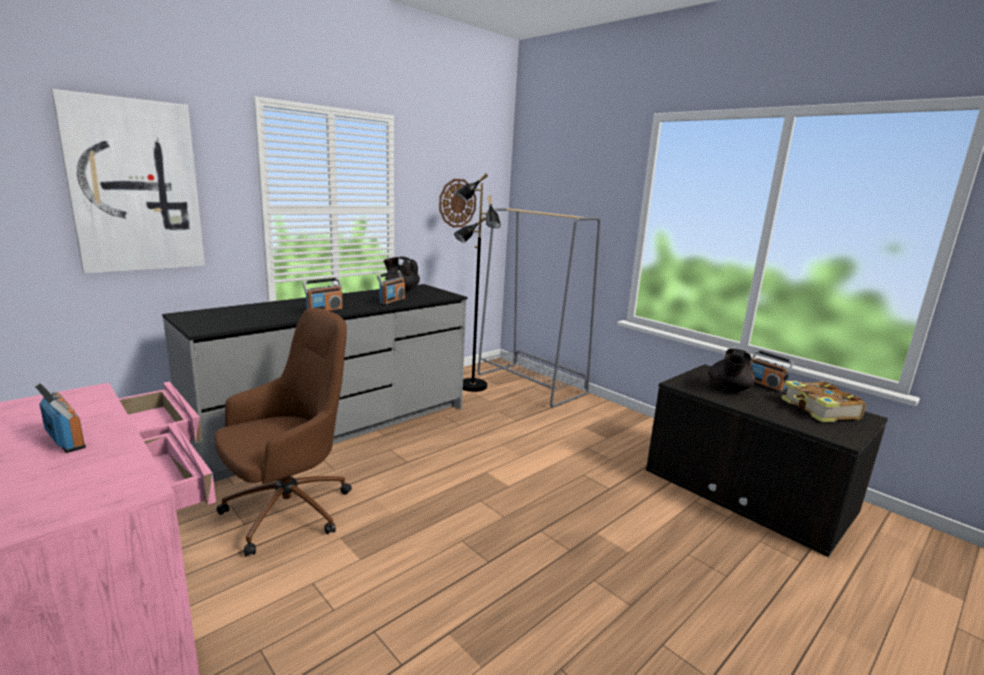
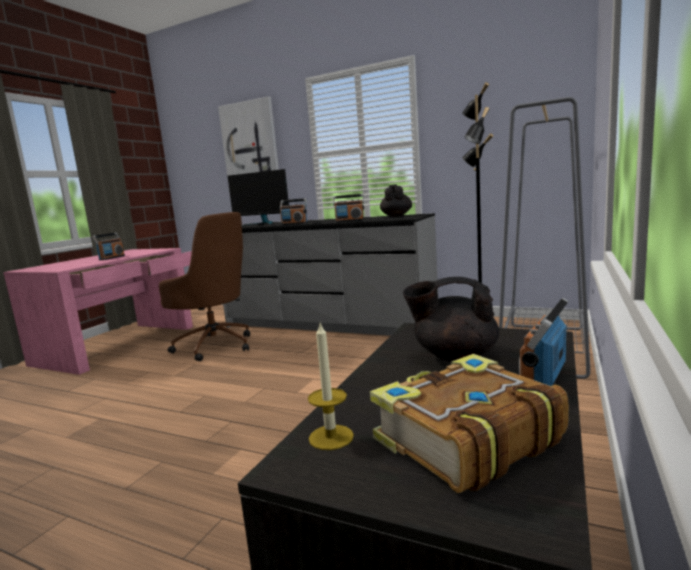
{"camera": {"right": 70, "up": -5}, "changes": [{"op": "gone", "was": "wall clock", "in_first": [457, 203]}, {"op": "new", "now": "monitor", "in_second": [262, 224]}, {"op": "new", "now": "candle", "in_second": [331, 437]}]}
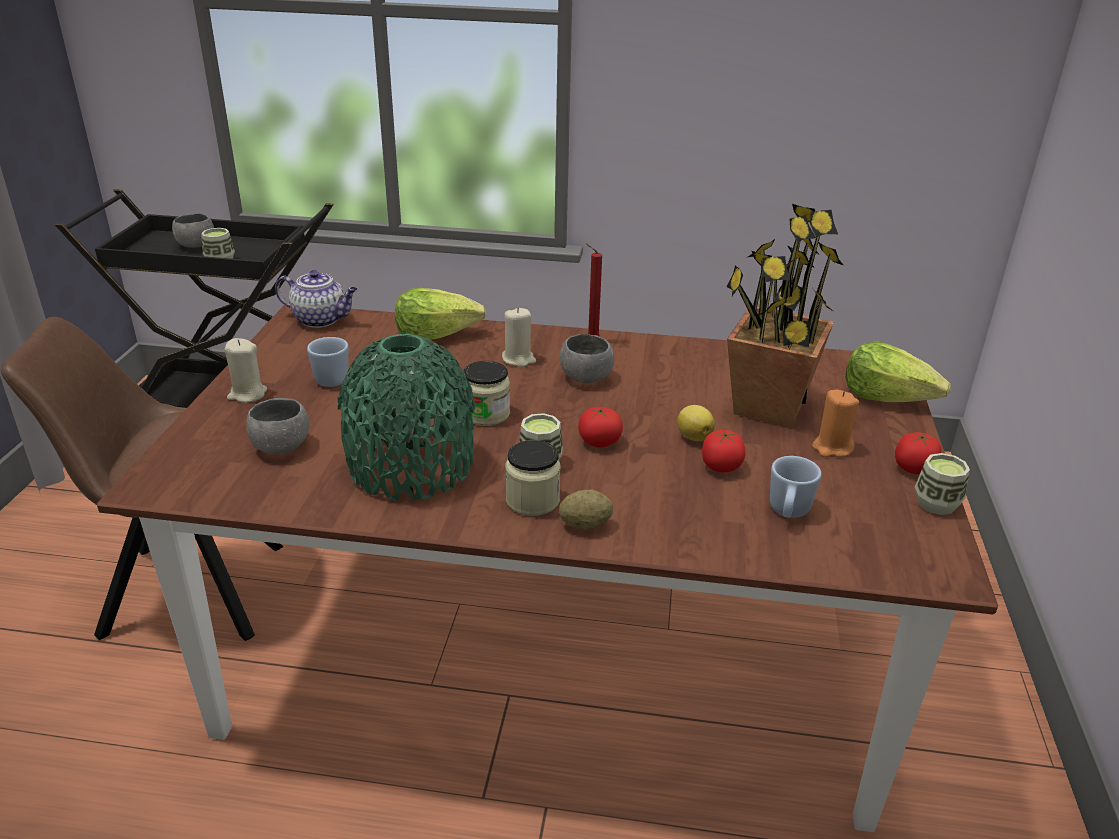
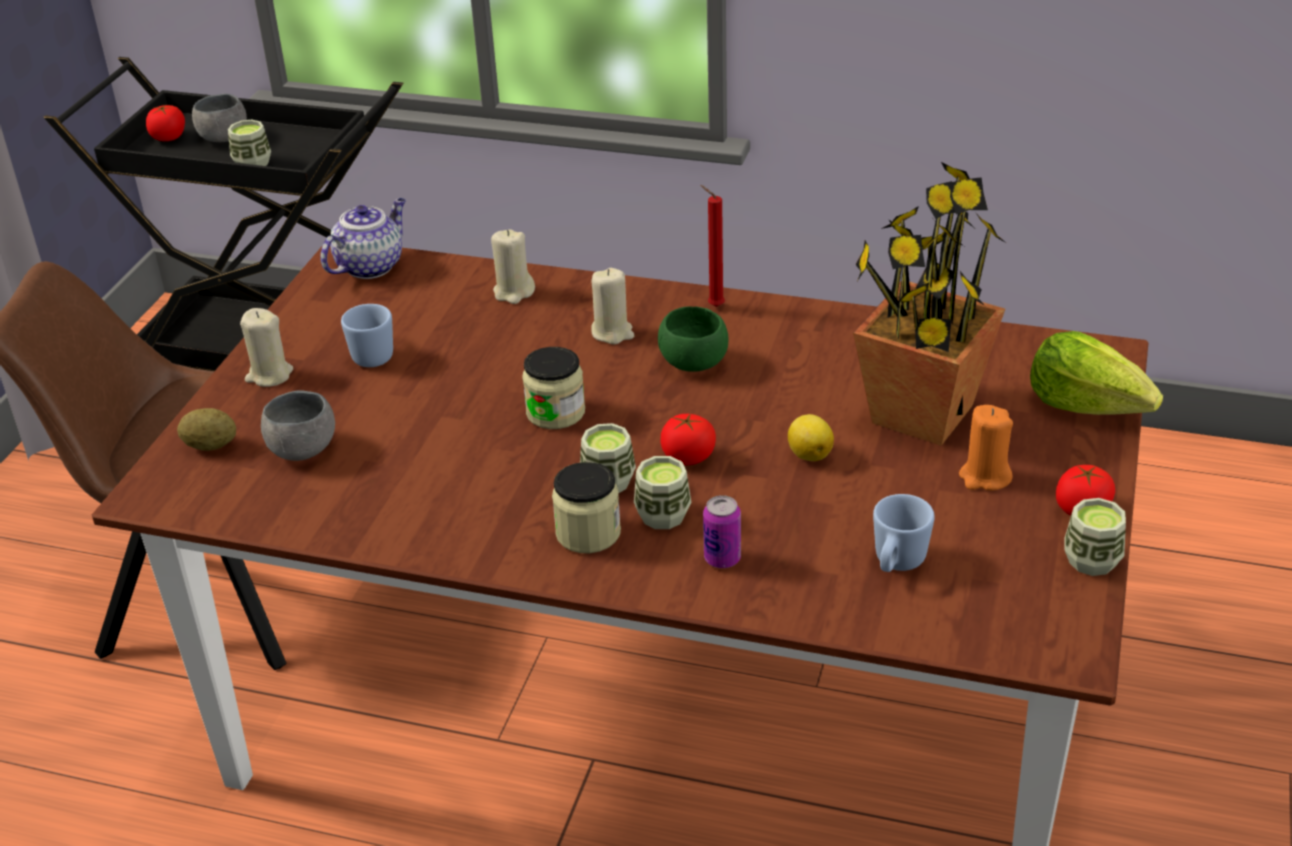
{"camera": {"right": 10, "up": 5}, "changes": [{"op": "rotated", "was": "teapot", "in_first": [321, 319], "in_second": [370, 265], "clockwise": -75}, {"op": "swapped", "was": "lettuce", "now": "candle in beige", "in_first": [436, 334], "in_second": [514, 292]}, {"op": "gone", "was": "vase in green", "in_first": [411, 465]}, {"op": "repainted", "was": "bowl in grey", "now": "bowl in green", "in_first": [586, 378], "in_second": [693, 363]}, {"op": "shifted", "was": "tomato", "in_first": [721, 466], "in_second": [169, 137]}, {"op": "shifted", "was": "potato", "in_first": [585, 525], "in_second": [210, 446]}, {"op": "new", "now": "cup", "in_second": [663, 515]}, {"op": "new", "now": "can", "in_second": [722, 559]}]}
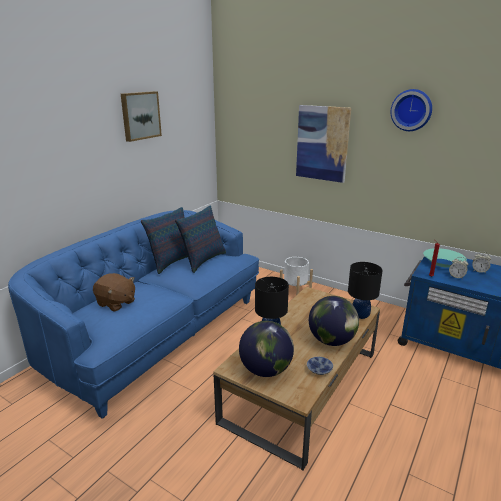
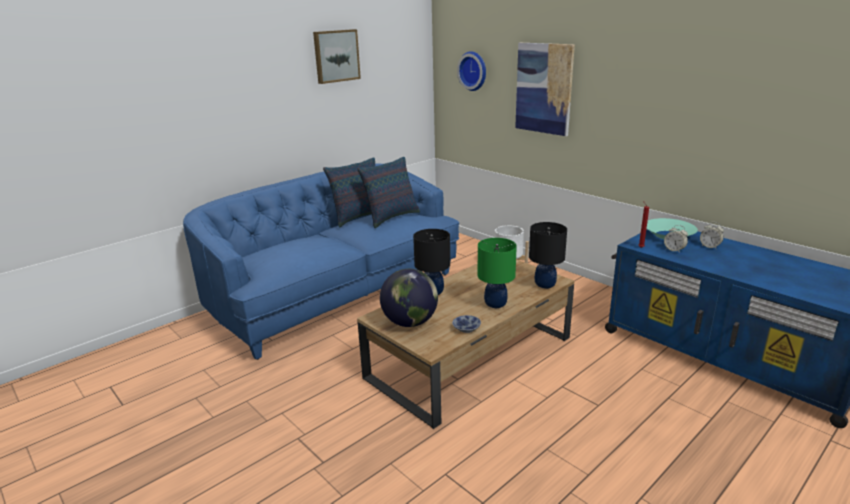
{"camera": {"right": 15, "up": 0}, "changes": [{"op": "shifted", "was": "wall clock", "in_first": [411, 110], "in_second": [474, 71]}, {"op": "gone", "was": "plush toy in brown", "in_first": [116, 303]}, {"op": "swapped", "was": "globe", "now": "table lamp in green", "in_first": [332, 341], "in_second": [496, 305]}]}
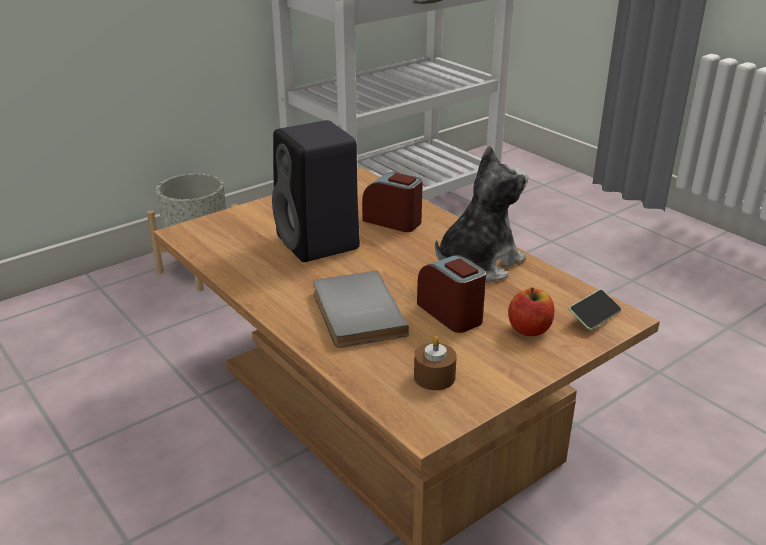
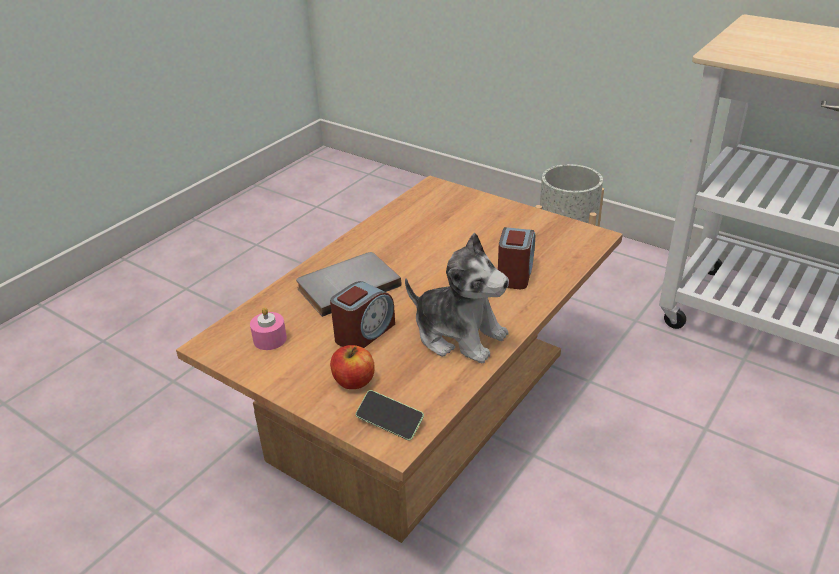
{"camera": {"right": 75, "up": 5}, "changes": [{"op": "gone", "was": "speaker in black", "in_first": [319, 243]}, {"op": "repainted", "was": "candle in brown", "now": "candle in pink", "in_first": [434, 377], "in_second": [270, 339]}]}
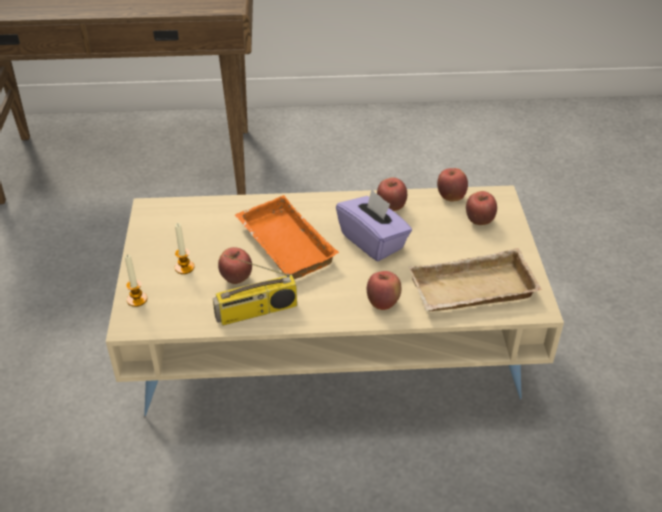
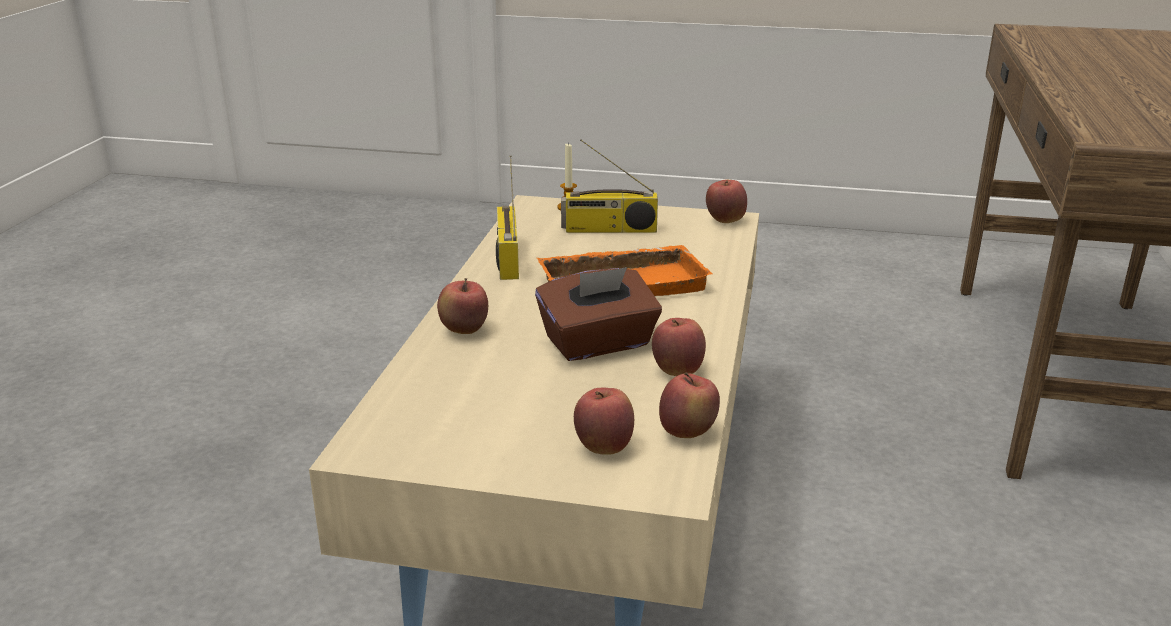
{"camera": {"right": 105, "up": -15}, "changes": [{"op": "repainted", "was": "tissue box in purple", "now": "tissue box in brown", "in_first": [373, 241], "in_second": [598, 344]}, {"op": "swapped", "was": "candle", "now": "radio", "in_first": [184, 267], "in_second": [608, 230]}, {"op": "shifted", "was": "apple", "in_first": [236, 279], "in_second": [725, 221]}, {"op": "gone", "was": "tray in beige", "in_first": [471, 292]}]}
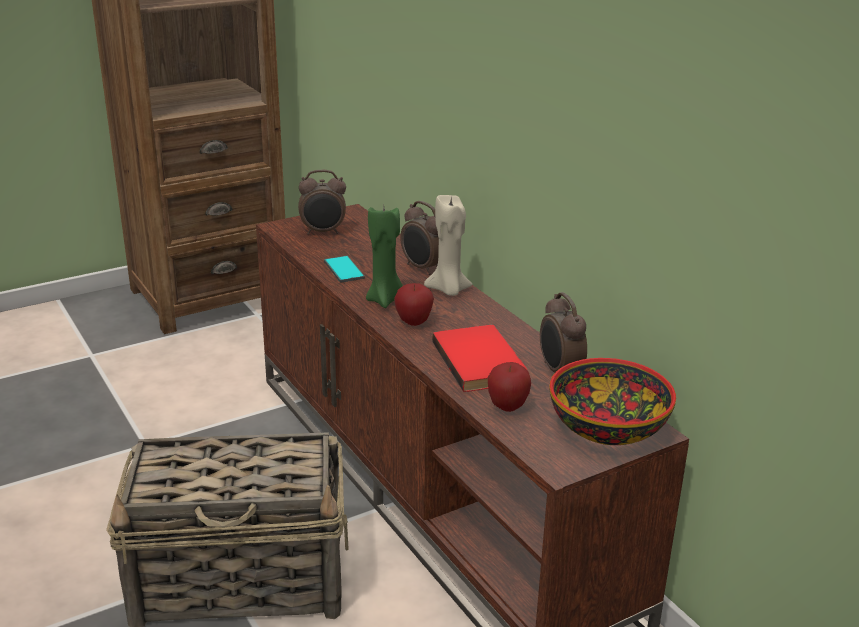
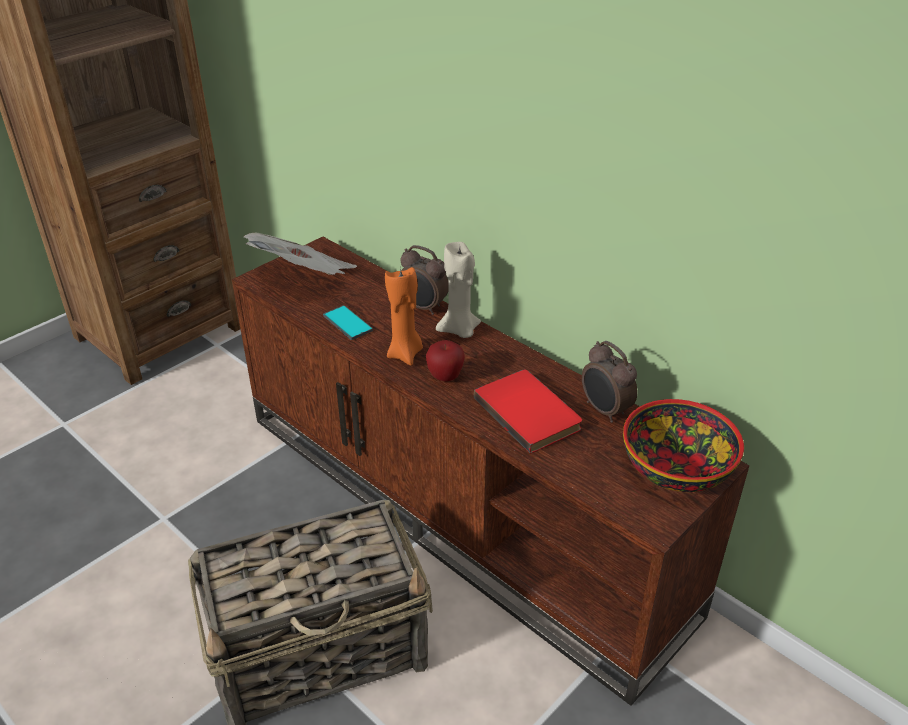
{"camera": {"right": -15, "up": 10}, "changes": [{"op": "swapped", "was": "alarm clock", "now": "newspaper", "in_first": [323, 232], "in_second": [305, 278]}, {"op": "repainted", "was": "candle in green", "now": "candle in orange", "in_first": [385, 300], "in_second": [405, 354]}, {"op": "gone", "was": "apple", "in_first": [507, 407]}]}
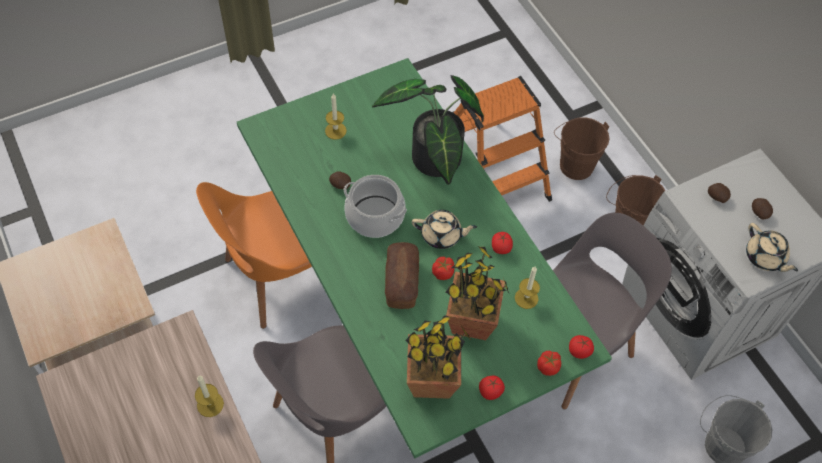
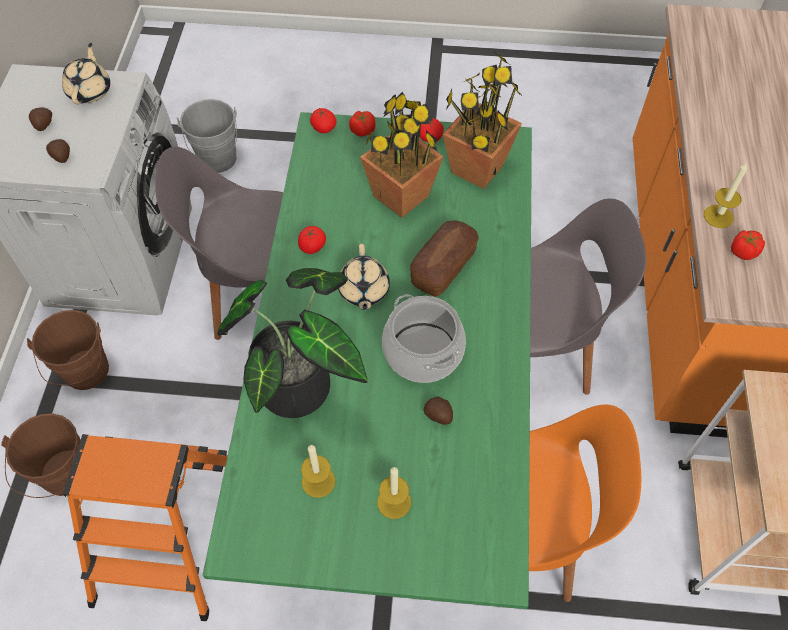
{"camera": {"right": -145, "up": 0}, "changes": [{"op": "rotated", "was": "teapot in beige", "in_first": [442, 235], "in_second": [363, 291], "clockwise": -135}, {"op": "shifted", "was": "tomato", "in_first": [443, 272], "in_second": [743, 252]}, {"op": "shifted", "was": "candle", "in_first": [526, 298], "in_second": [318, 481]}]}
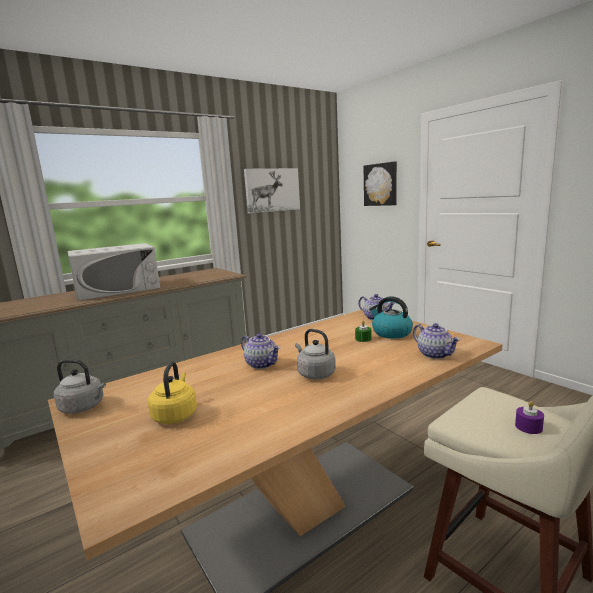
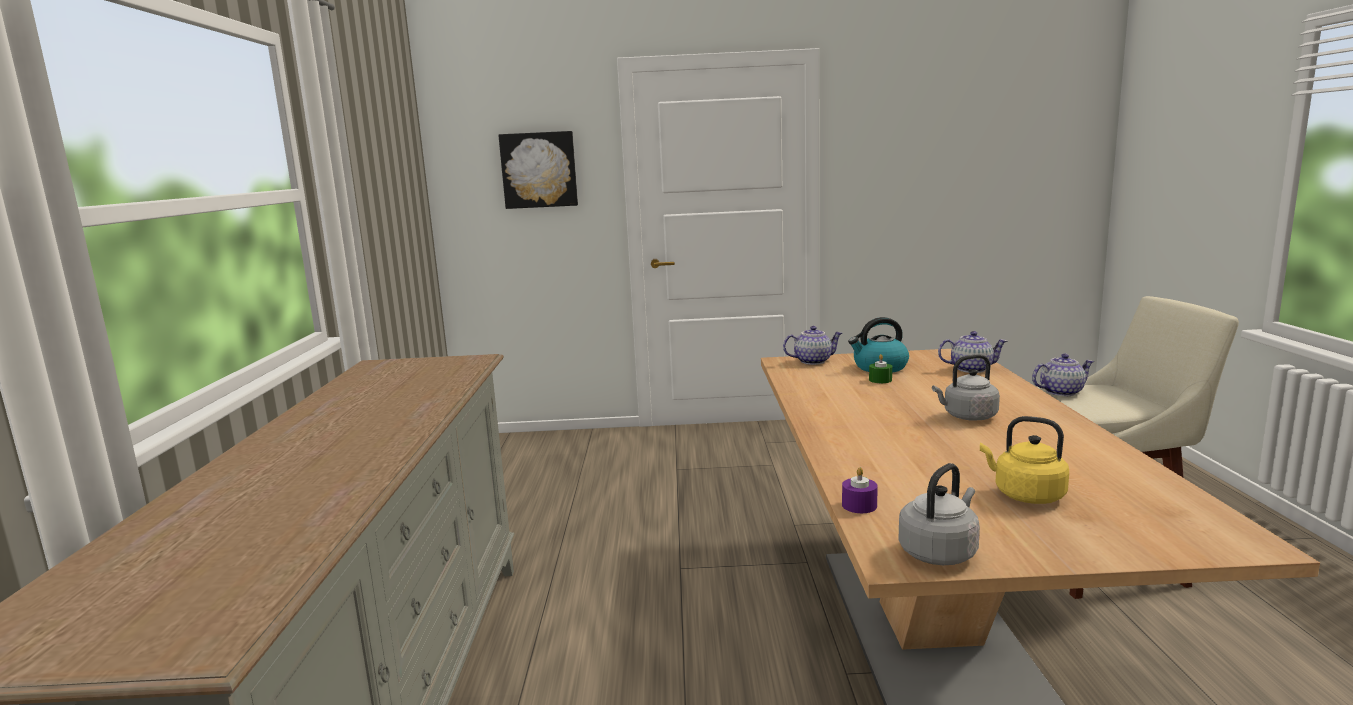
{"camera": {"right": -55, "up": 0}, "changes": [{"op": "gone", "was": "picture", "in_first": [272, 190]}, {"op": "gone", "was": "microwave in white", "in_first": [118, 290]}, {"op": "shifted", "was": "teapot", "in_first": [262, 364], "in_second": [1061, 392]}, {"op": "shifted", "was": "candle in purple", "in_first": [528, 427], "in_second": [859, 505]}]}
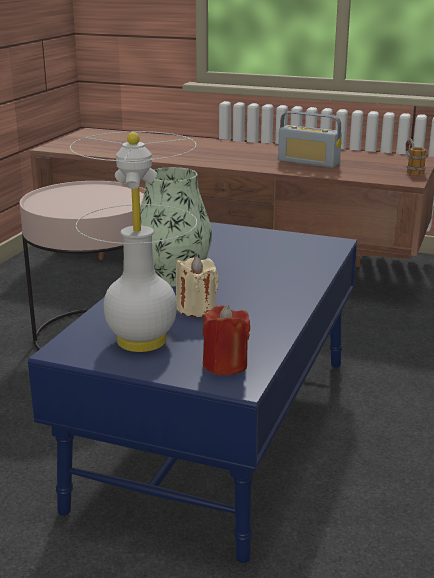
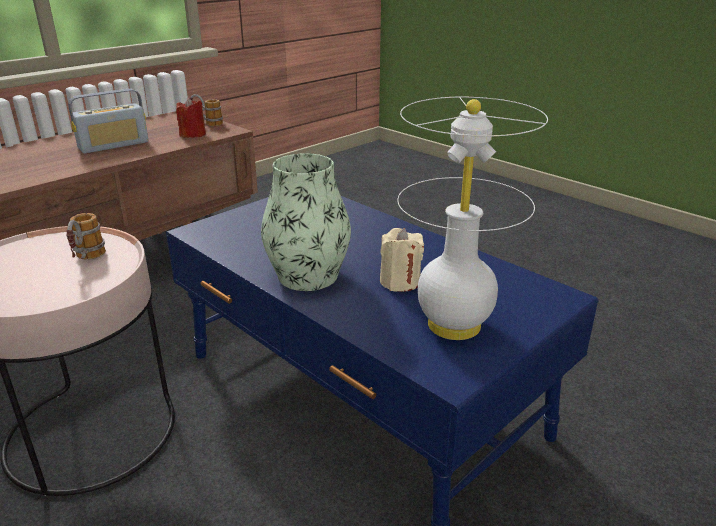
{"camera": {"right": -65, "up": 5}, "changes": [{"op": "shifted", "was": "candle in red", "in_first": [225, 365], "in_second": [193, 134]}, {"op": "new", "now": "mug", "in_second": [87, 259]}]}
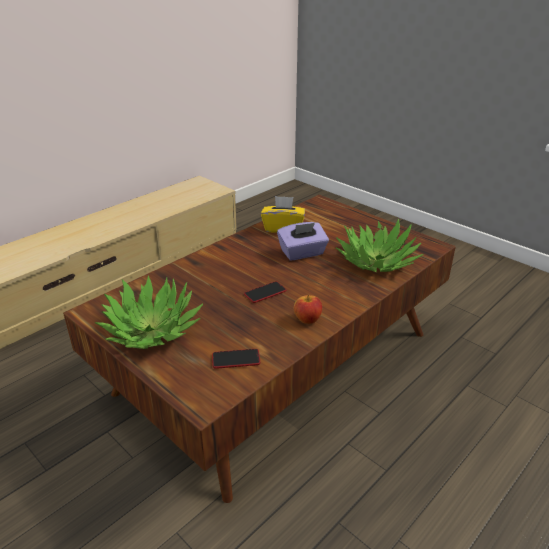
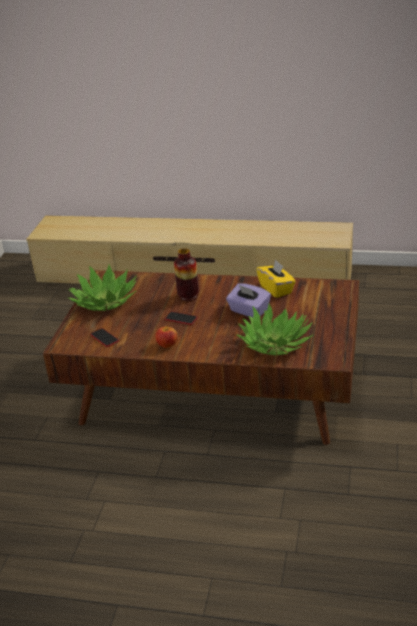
{"camera": {"right": 60, "up": 0}, "changes": [{"op": "new", "now": "vase", "in_second": [188, 296]}]}
